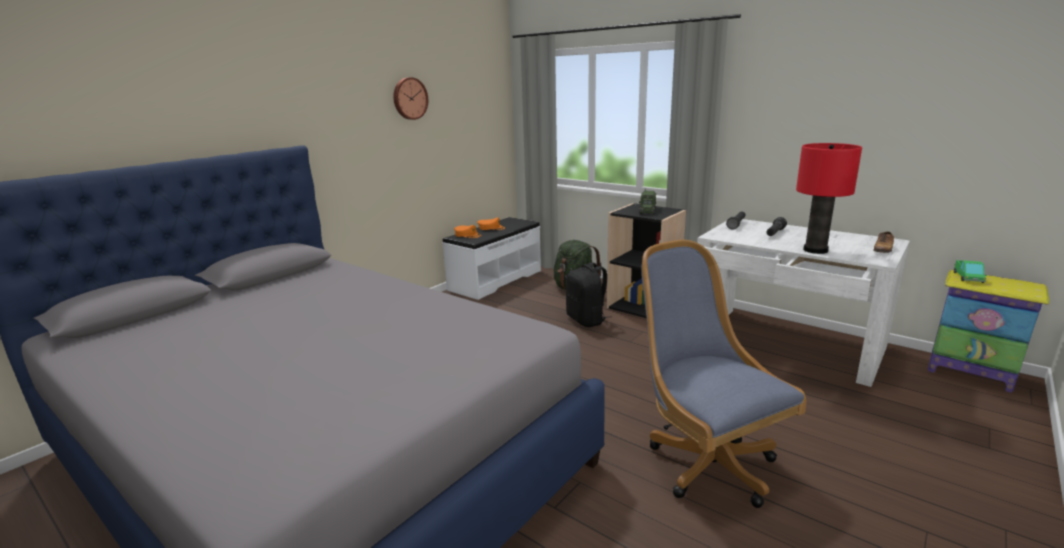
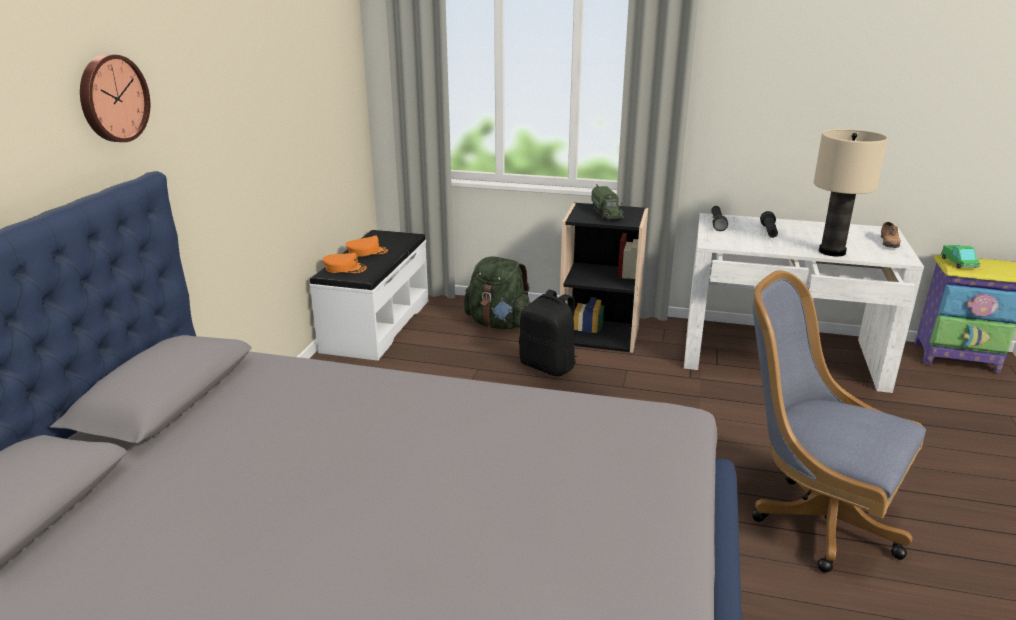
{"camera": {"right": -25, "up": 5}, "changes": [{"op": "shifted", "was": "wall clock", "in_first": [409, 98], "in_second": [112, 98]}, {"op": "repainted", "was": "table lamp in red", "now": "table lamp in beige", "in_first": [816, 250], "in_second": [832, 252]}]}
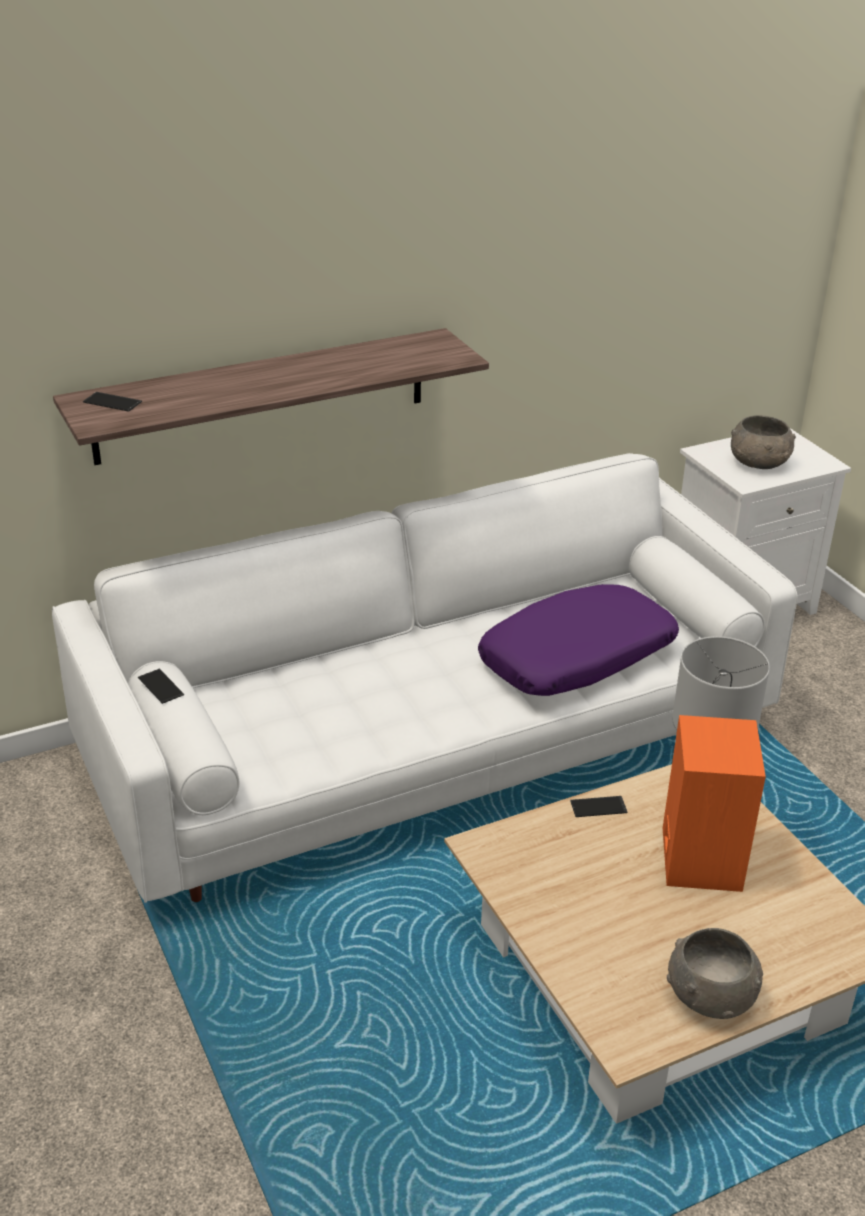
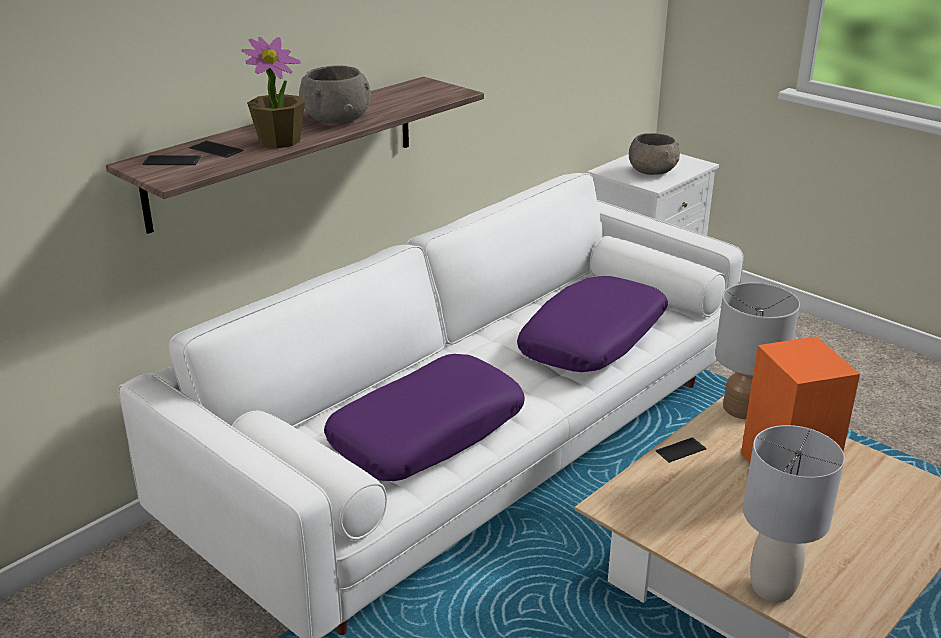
{"camera": {"right": -20, "up": -5}, "changes": [{"op": "shifted", "was": "phone", "in_first": [160, 686], "in_second": [216, 150]}, {"op": "shifted", "was": "bowl in grey", "in_first": [710, 995], "in_second": [336, 119]}, {"op": "new", "now": "potted plant", "in_second": [279, 141]}, {"op": "new", "now": "pillow in purple", "in_second": [427, 433]}, {"op": "new", "now": "table lamp in grey", "in_second": [772, 587]}]}
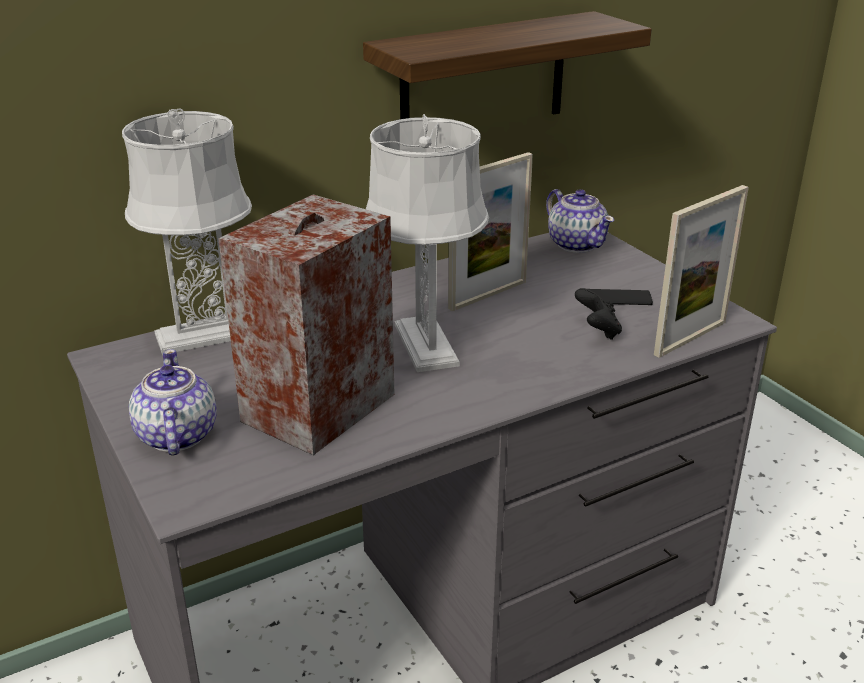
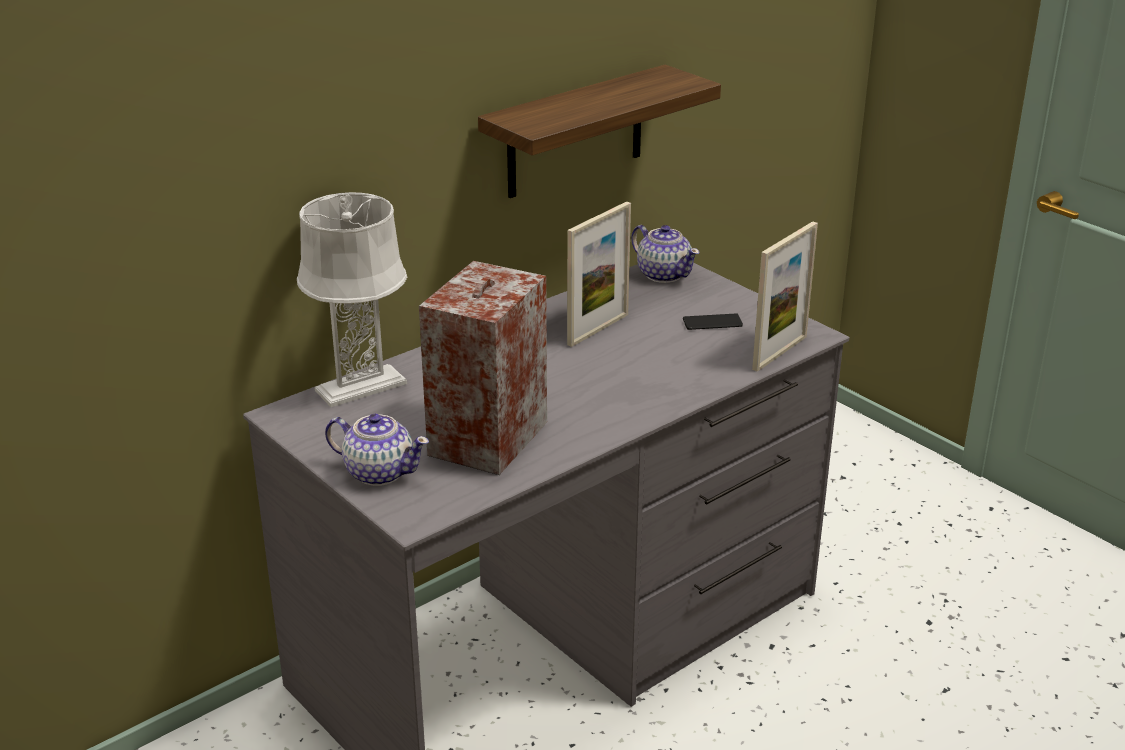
{"camera": {"right": -10, "up": 0}, "changes": [{"op": "gone", "was": "table lamp in grey", "in_first": [425, 344]}, {"op": "gone", "was": "game controller in black", "in_first": [597, 331]}, {"op": "rotated", "was": "teapot", "in_first": [176, 436], "in_second": [379, 472], "clockwise": 135}]}
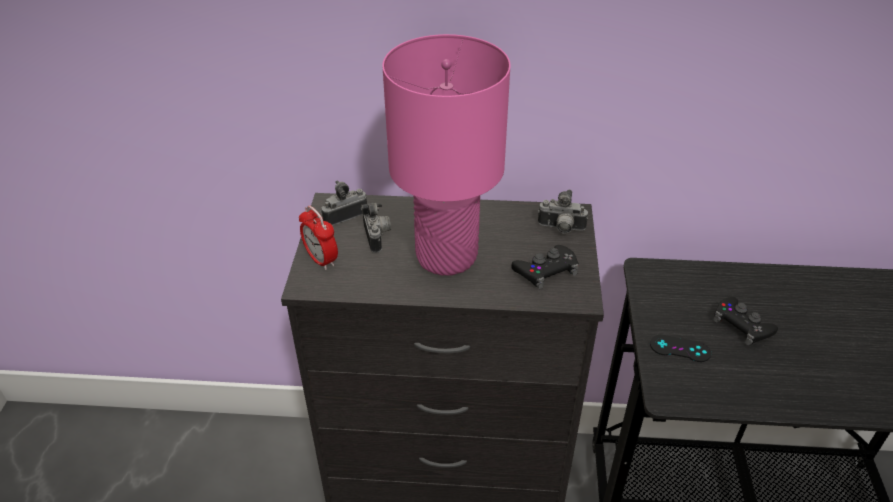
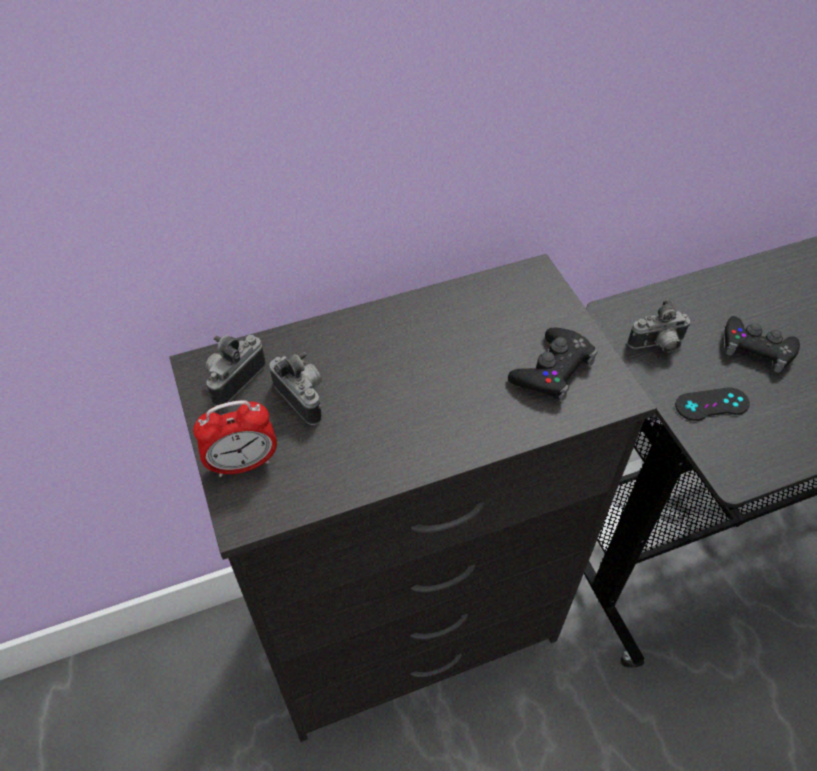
{"camera": {"right": -25, "up": 10}, "changes": [{"op": "gone", "was": "table lamp in pink", "in_first": [447, 260]}, {"op": "shifted", "was": "photo camera", "in_first": [561, 229], "in_second": [657, 346]}, {"op": "rotated", "was": "alarm clock", "in_first": [321, 259], "in_second": [243, 464], "clockwise": -45}]}
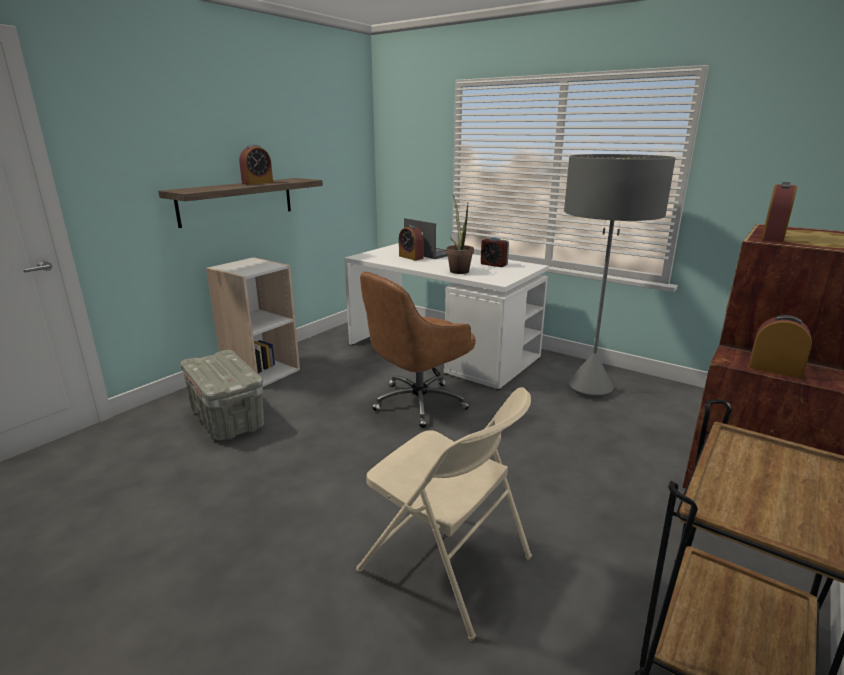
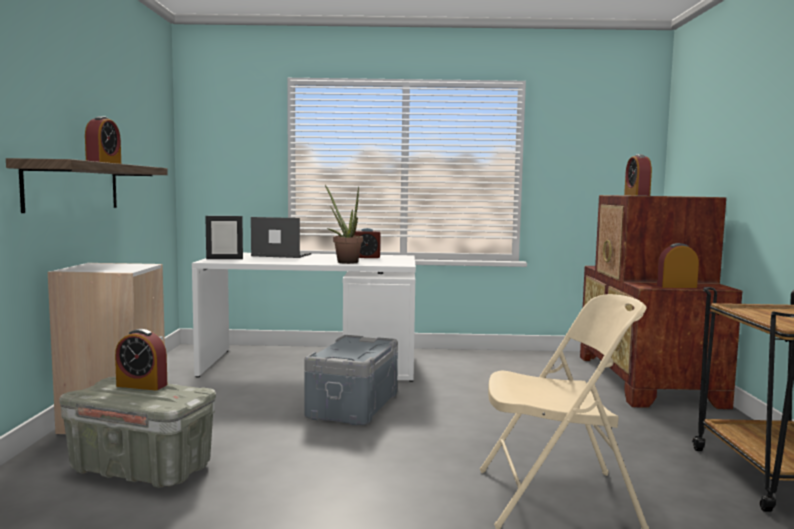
{"camera": {"right": -35, "up": -15}, "changes": [{"op": "gone", "was": "floor lamp in grey", "in_first": [589, 390]}, {"op": "shifted", "was": "alarm clock", "in_first": [411, 257], "in_second": [142, 385]}, {"op": "swapped", "was": "office chair in brown", "now": "storage box in grey", "in_first": [418, 402], "in_second": [352, 405]}, {"op": "new", "now": "picture frame", "in_second": [224, 258]}]}
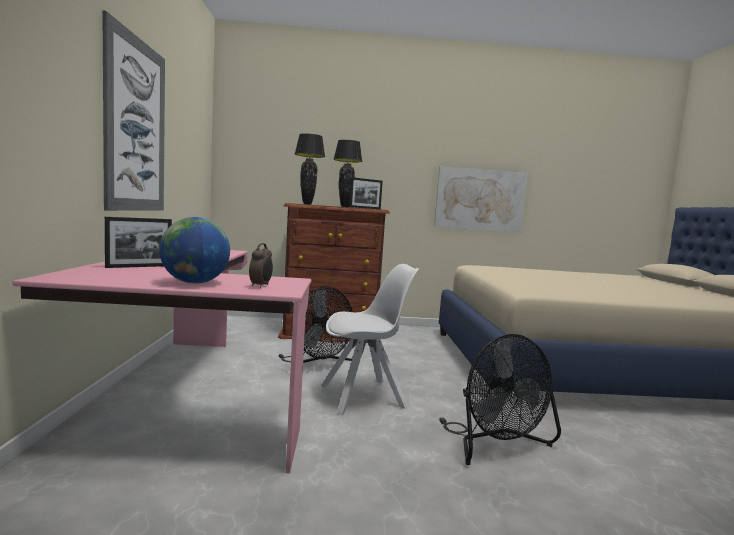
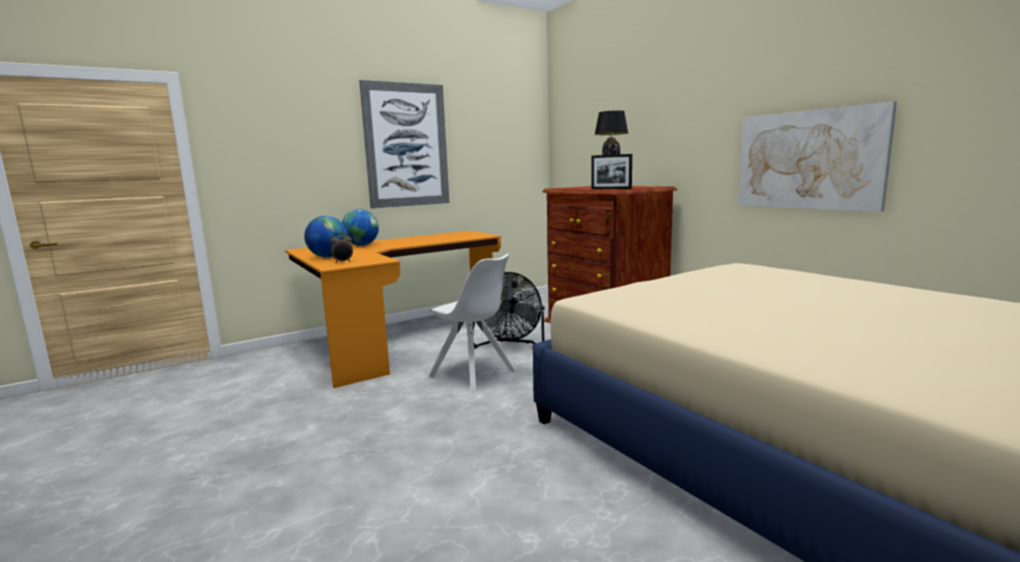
{"camera": {"right": 60, "up": 5}, "changes": [{"op": "gone", "was": "table lamp in black", "in_first": [307, 204]}, {"op": "swapped", "was": "picture frame", "now": "globe", "in_first": [139, 266], "in_second": [361, 245]}, {"op": "repainted", "was": "desk in pink", "now": "desk in orange", "in_first": [182, 397], "in_second": [396, 338]}, {"op": "gone", "was": "fan in black", "in_first": [492, 444]}]}
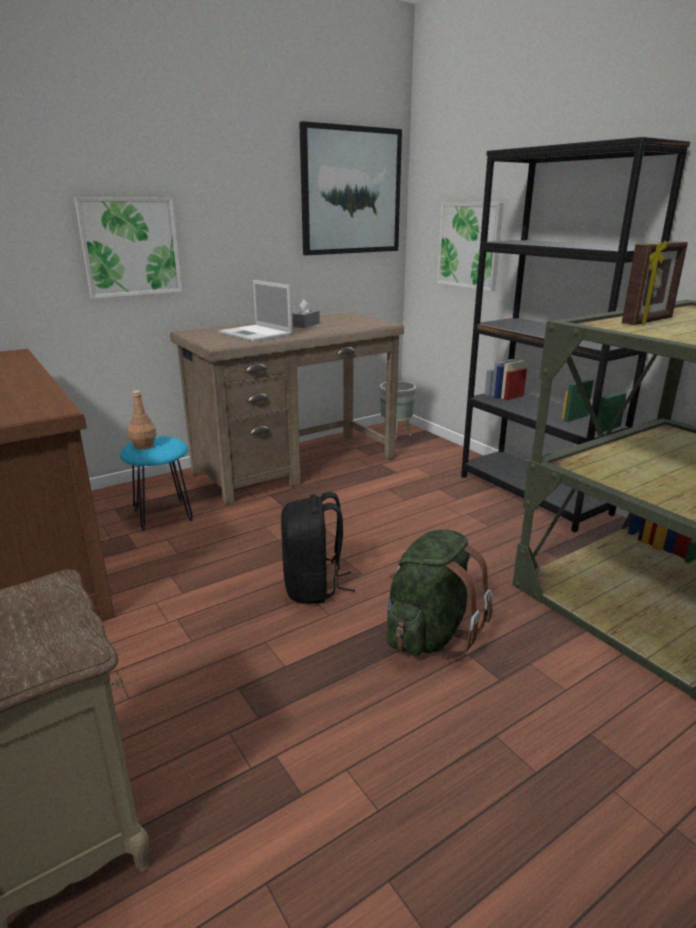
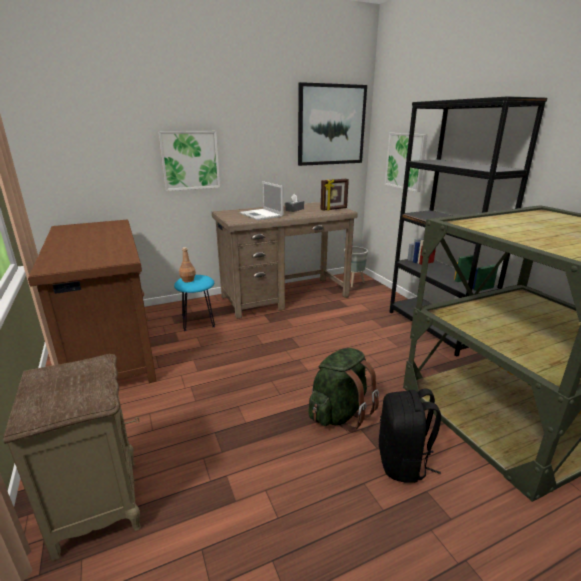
{"camera": {"right": 10, "up": 0}, "changes": [{"op": "shifted", "was": "picture frame", "in_first": [648, 321], "in_second": [334, 209]}, {"op": "shifted", "was": "backpack in black", "in_first": [313, 587], "in_second": [403, 462]}]}
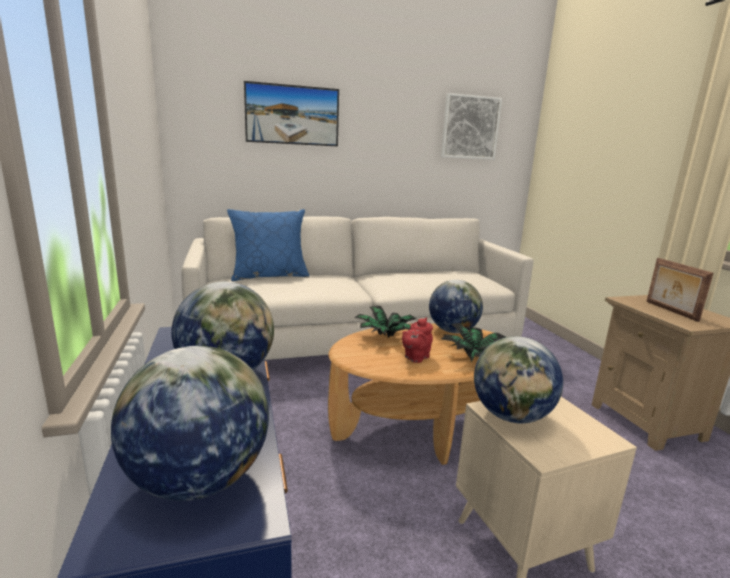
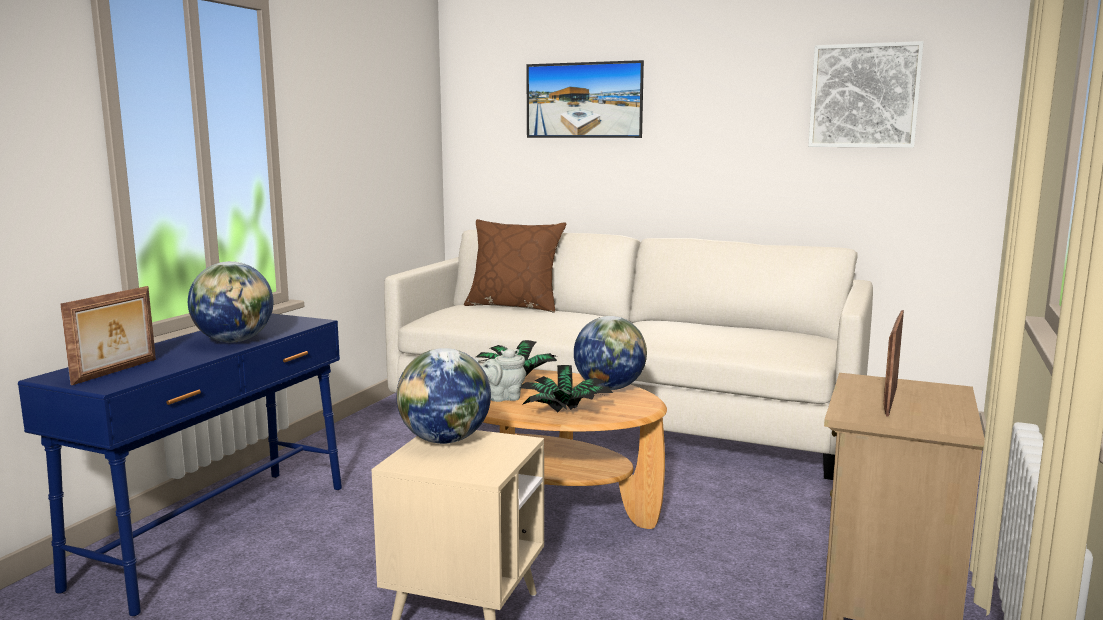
{"camera": {"right": 40, "up": -5}, "changes": [{"op": "repainted", "was": "pillow in blue", "now": "pillow in brown", "in_first": [269, 276], "in_second": [514, 306]}, {"op": "repainted", "was": "teapot in red", "now": "teapot in grey", "in_first": [415, 357], "in_second": [502, 397]}, {"op": "swapped", "was": "globe", "now": "picture frame", "in_first": [199, 480], "in_second": [116, 371]}]}
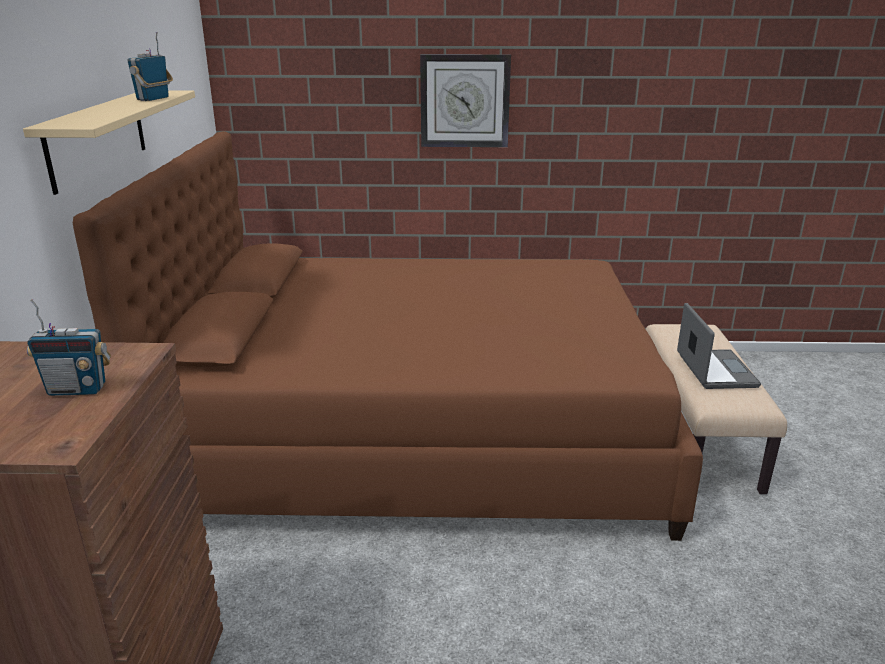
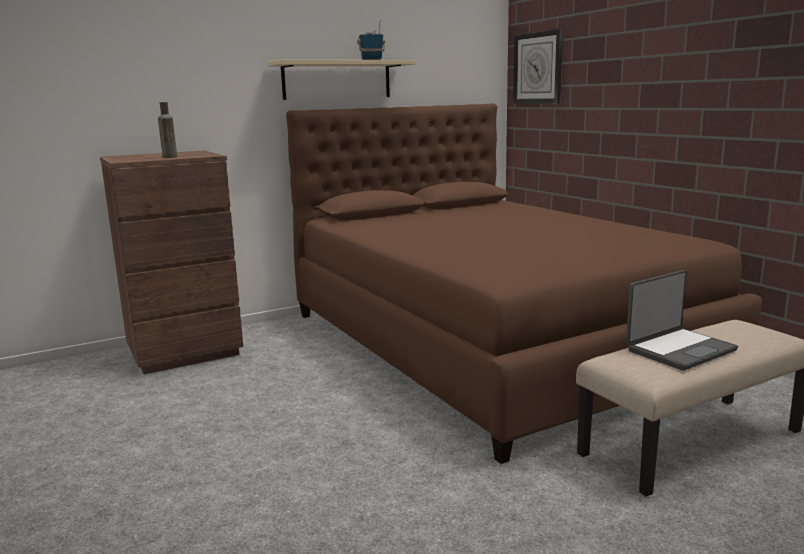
{"camera": {"right": 60, "up": -10}, "changes": [{"op": "shifted", "was": "wall clock", "in_first": [465, 101], "in_second": [538, 68]}, {"op": "swapped", "was": "radio", "now": "bottle in brown", "in_first": [77, 389], "in_second": [169, 157]}]}
